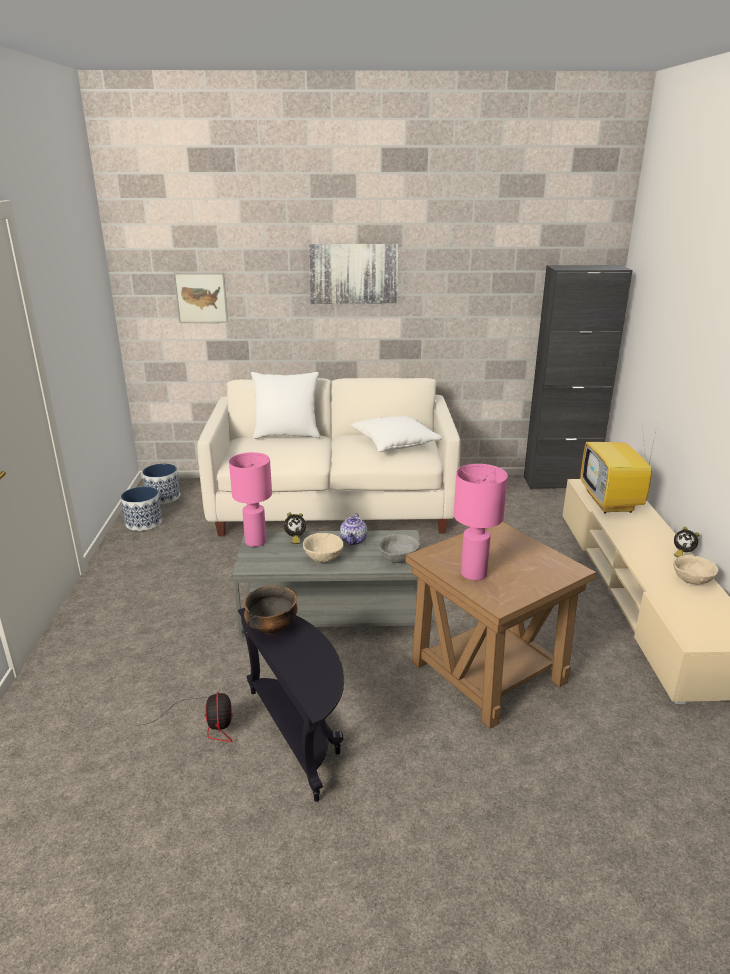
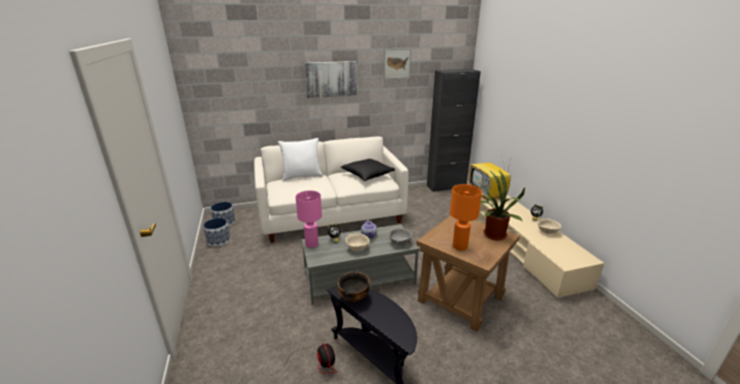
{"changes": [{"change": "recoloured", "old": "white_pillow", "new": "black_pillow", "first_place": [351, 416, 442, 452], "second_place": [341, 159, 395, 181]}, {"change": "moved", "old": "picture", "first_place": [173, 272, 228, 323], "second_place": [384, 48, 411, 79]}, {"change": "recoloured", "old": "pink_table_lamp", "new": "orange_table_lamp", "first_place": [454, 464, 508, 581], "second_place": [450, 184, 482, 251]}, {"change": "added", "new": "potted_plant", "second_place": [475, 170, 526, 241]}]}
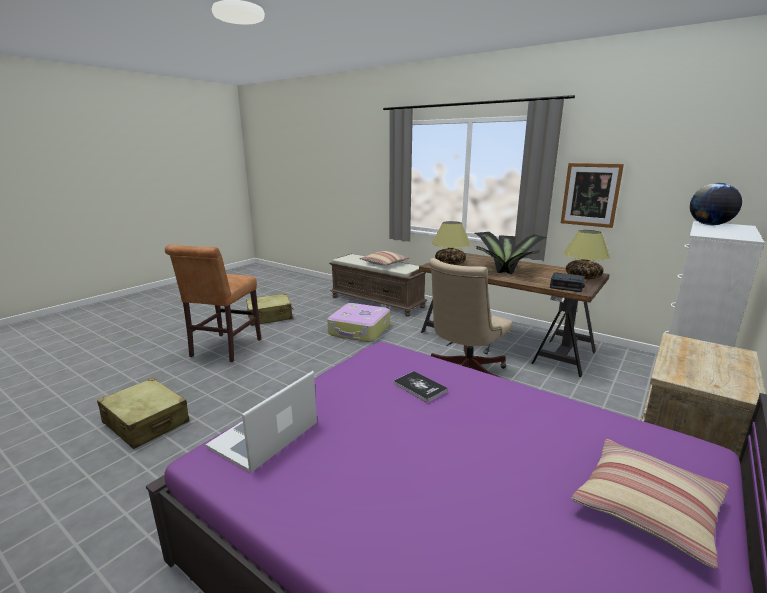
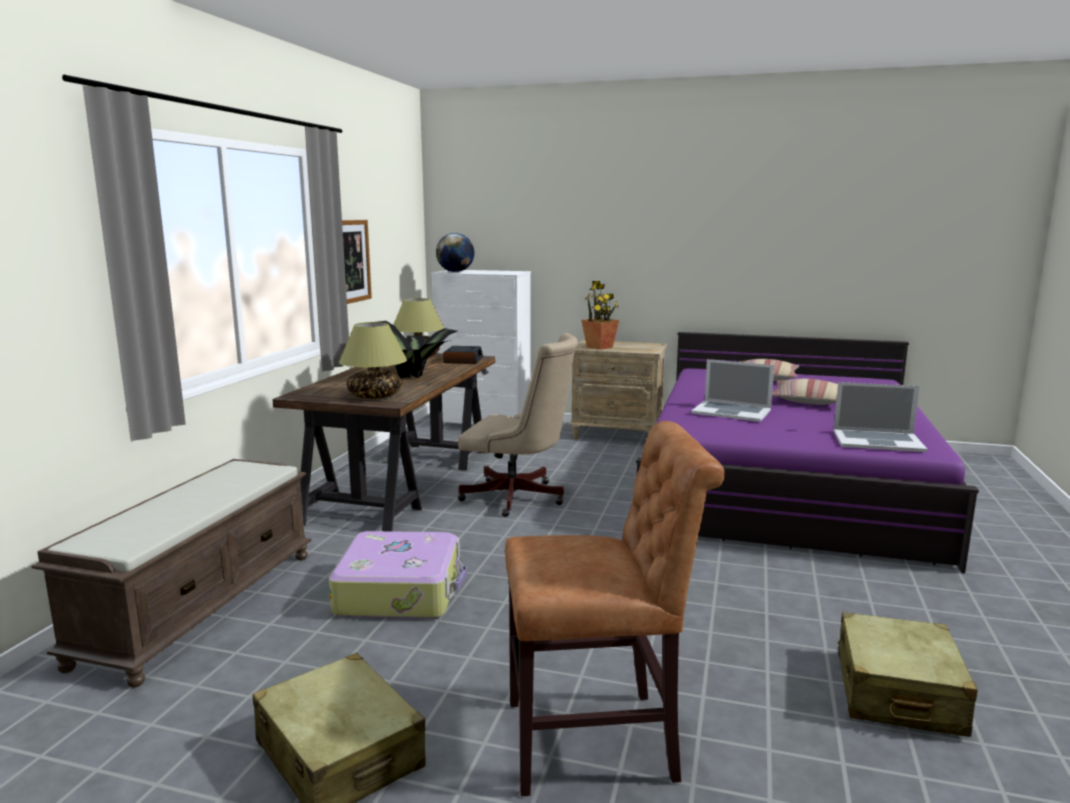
{"changes": [{"change": "added", "new": "potted_plant", "second_place": [581, 281, 619, 350]}, {"change": "replaced", "old": "book", "new": "laptop", "first_place": [393, 371, 448, 403], "second_place": [691, 359, 774, 422]}, {"change": "moved", "old": "pillow", "first_place": [360, 251, 410, 265], "second_place": [772, 379, 838, 405]}]}
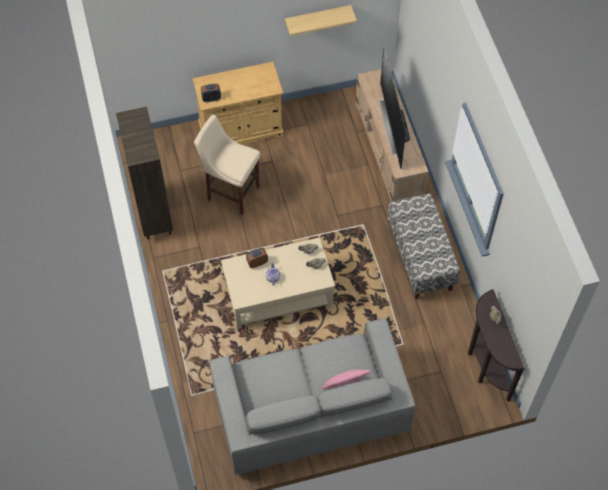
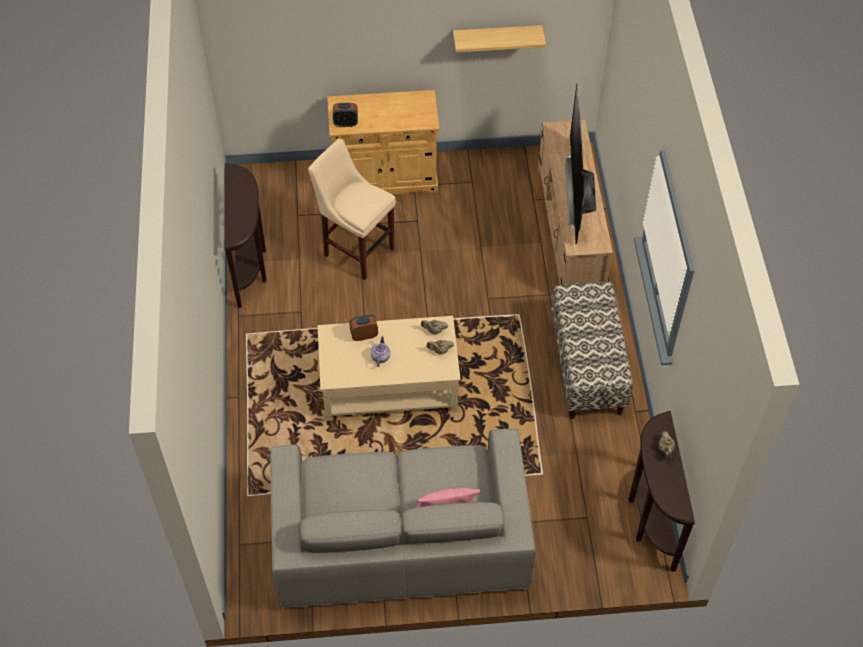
{"changes": [{"change": "replaced", "old": "brown_bookcase", "new": "brown_console_table", "first_place": [116, 107, 173, 240], "second_place": [224, 163, 267, 308]}]}
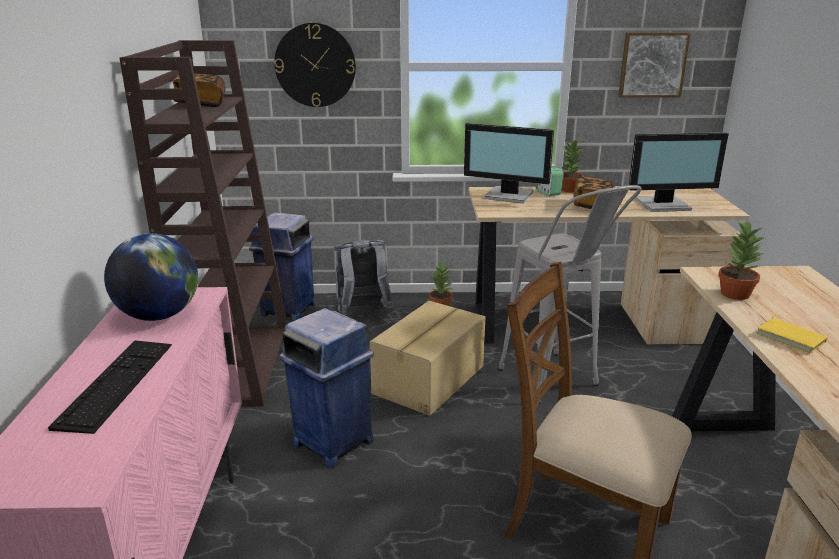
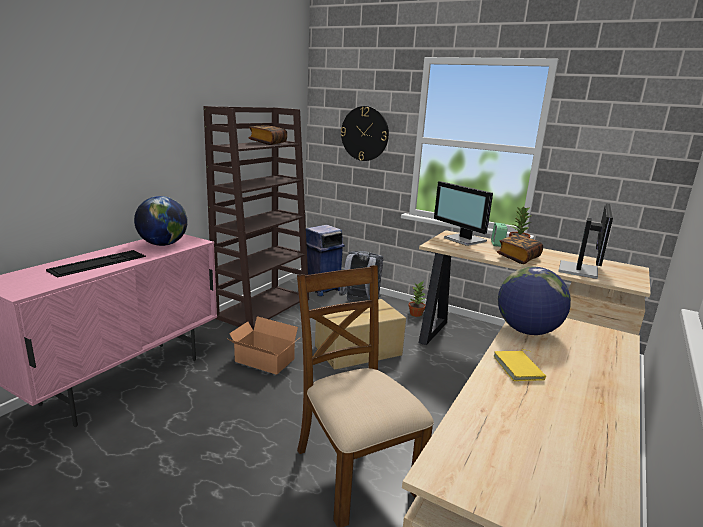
{"changes": [{"change": "replaced", "old": "blue_trash_can", "new": "cardboard_box", "first_place": [279, 308, 374, 468], "second_place": [228, 316, 302, 375]}, {"change": "replaced", "old": "potted_plant", "new": "globe", "first_place": [718, 220, 767, 300], "second_place": [498, 267, 571, 335]}, {"change": "turned", "old": "monitor", "first_place": [629, 132, 729, 212], "second_place": [558, 203, 613, 279], "degrees": -90}, {"change": "removed", "old": "grey_stool", "first_place": [498, 185, 642, 404]}, {"change": "removed", "old": "picture", "first_place": [618, 32, 691, 98]}]}
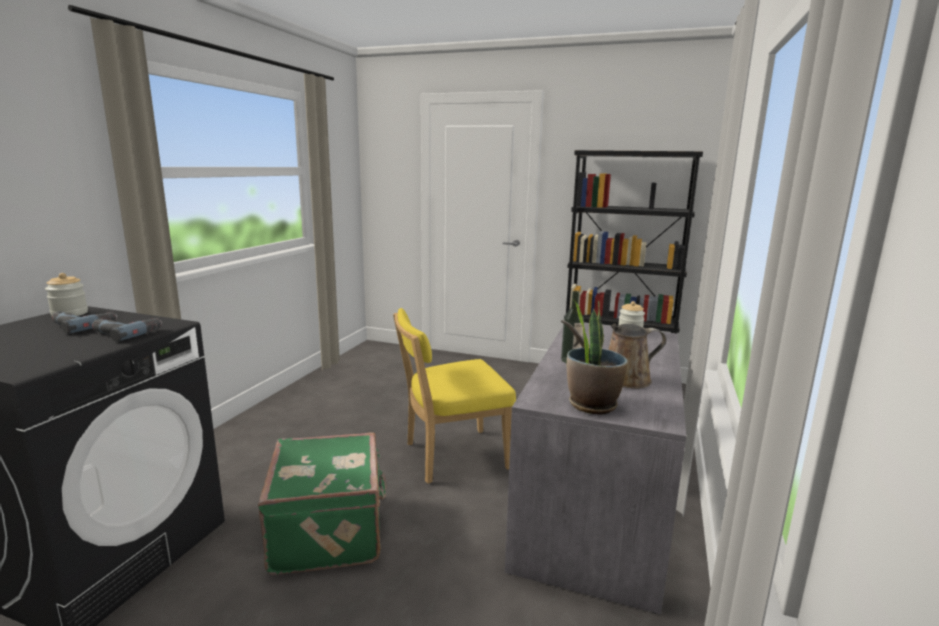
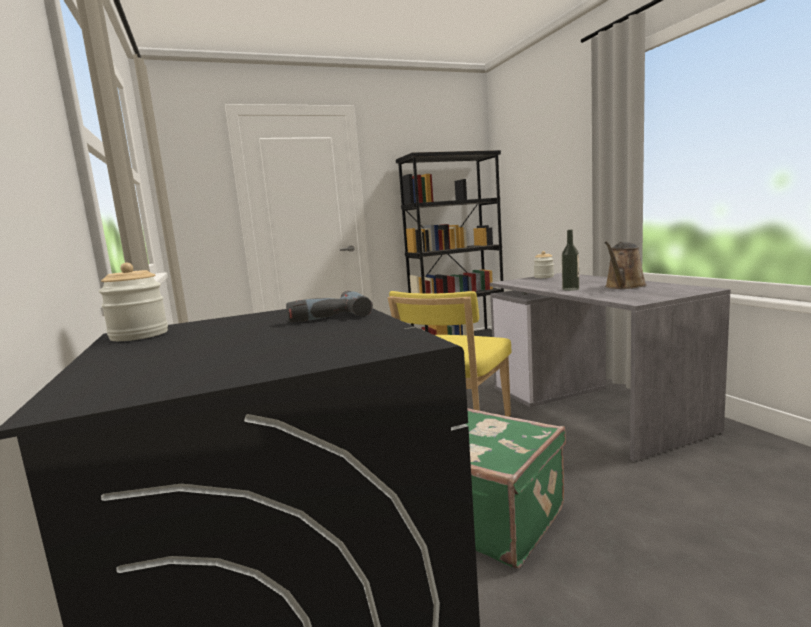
{"changes": [{"change": "removed", "old": "power_drill", "first_place": [52, 311, 118, 334]}, {"change": "removed", "old": "potted_plant", "first_place": [567, 300, 628, 415]}]}
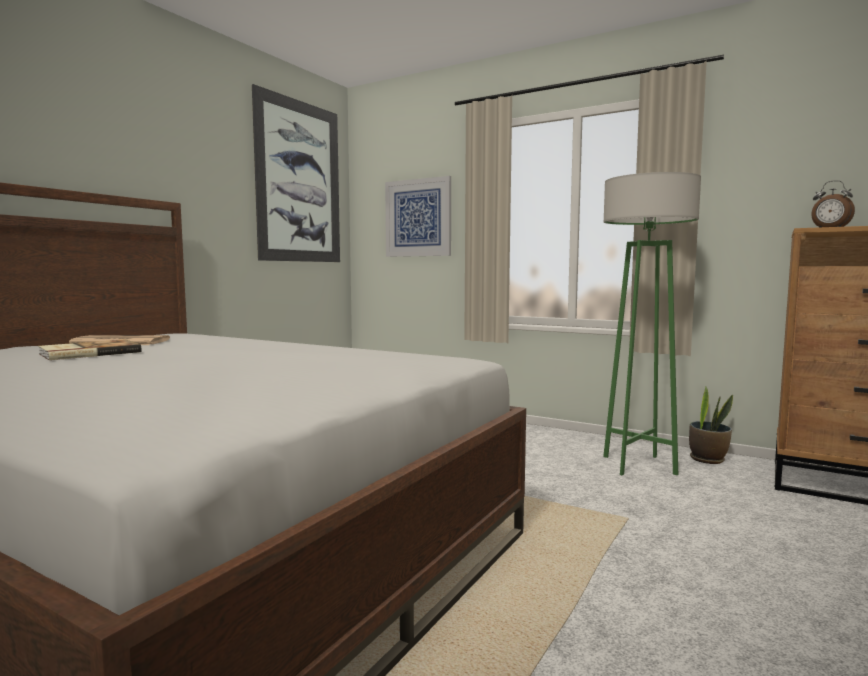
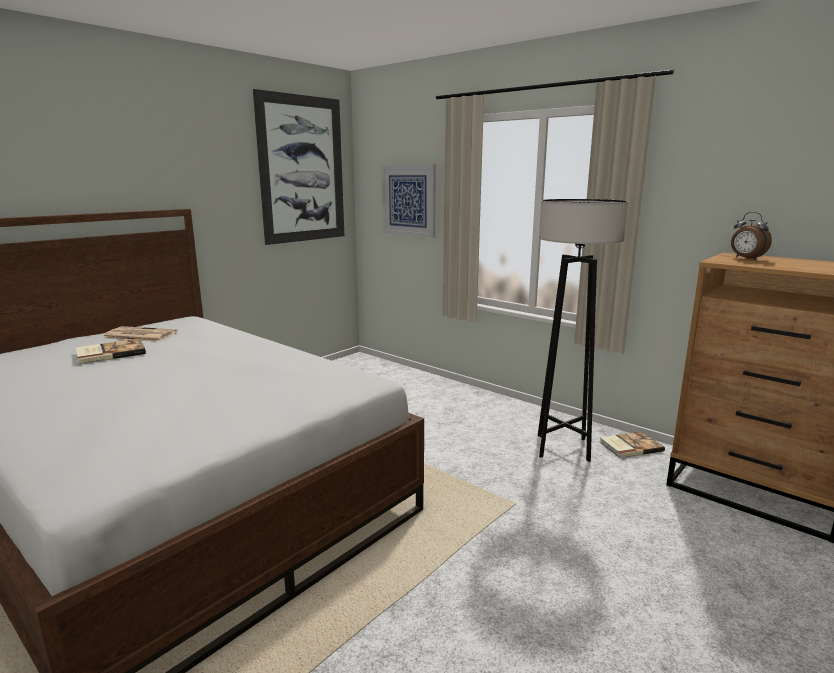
{"changes": [{"change": "recoloured", "old": "green_floor_lamp", "new": "black_floor_lamp", "first_place": [603, 172, 701, 475], "second_place": [538, 199, 628, 462]}, {"change": "replaced", "old": "potted_plant", "new": "book", "first_place": [689, 386, 733, 464], "second_place": [600, 431, 665, 458]}]}
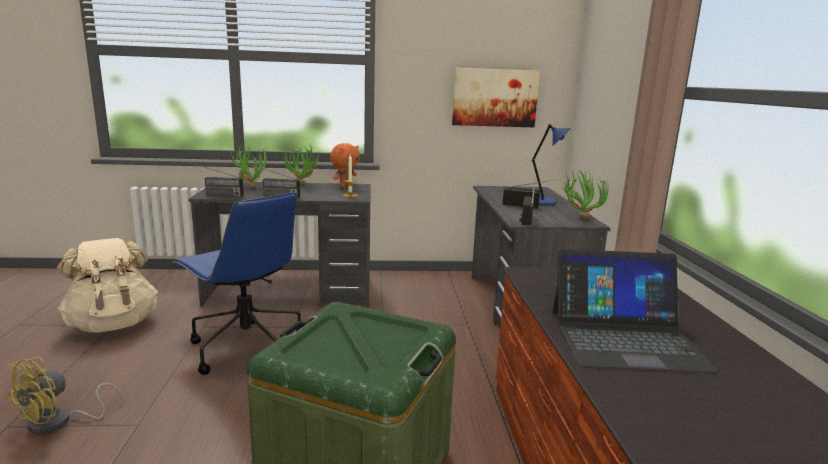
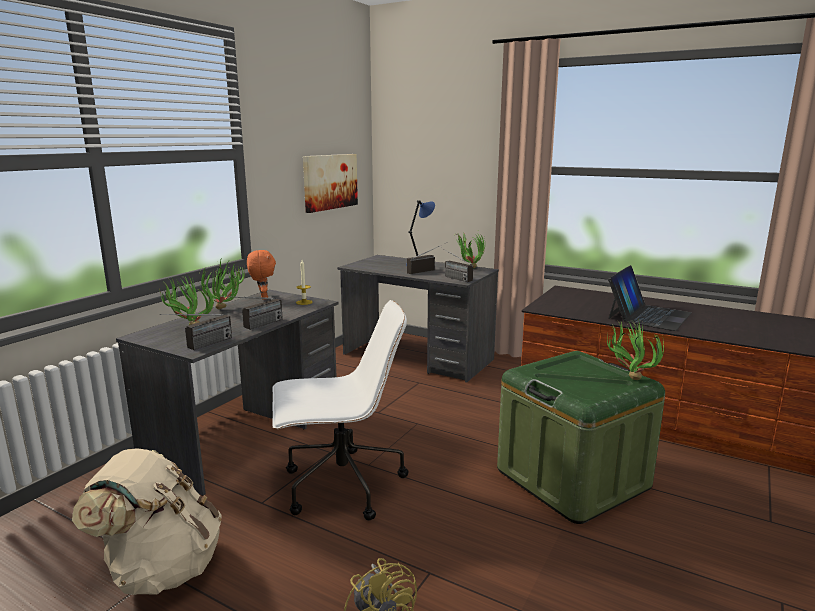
{"changes": [{"change": "recoloured", "old": "blue_office_chair", "new": "white_office_chair", "first_place": [173, 192, 302, 375], "second_place": [272, 300, 409, 521]}, {"change": "added", "new": "potted_plant", "second_place": [607, 319, 664, 380]}]}
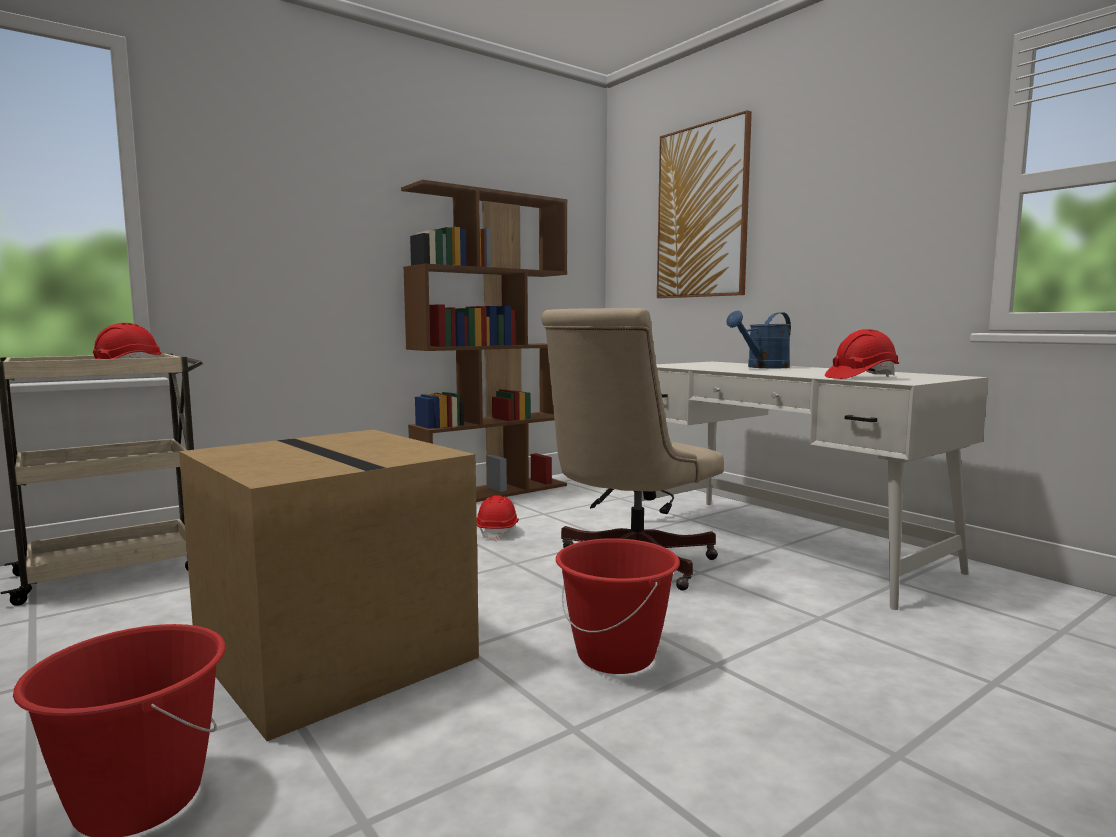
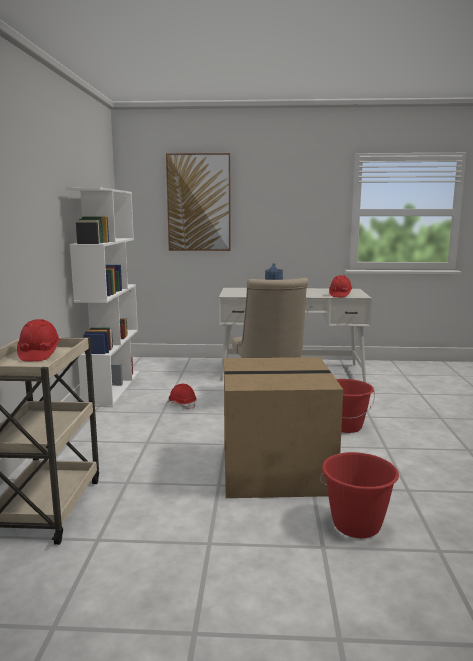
{"changes": [{"change": "recoloured", "old": "brown_bookcase", "new": "white_bookcase", "first_place": [401, 180, 567, 502], "second_place": [66, 187, 140, 407]}]}
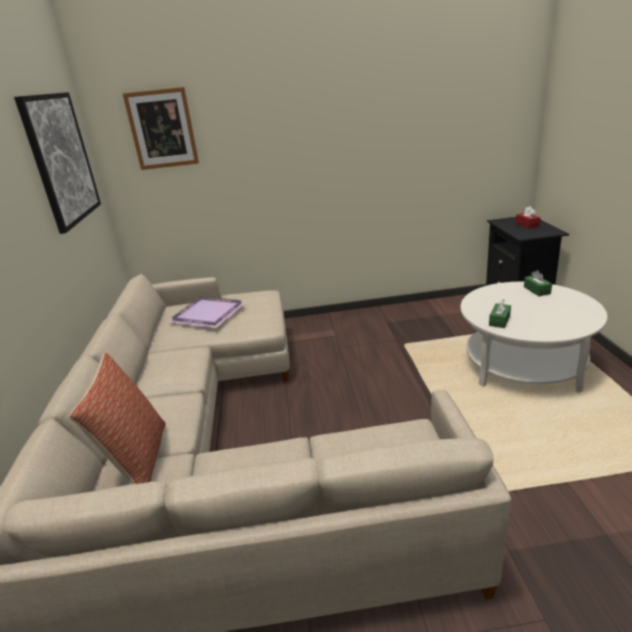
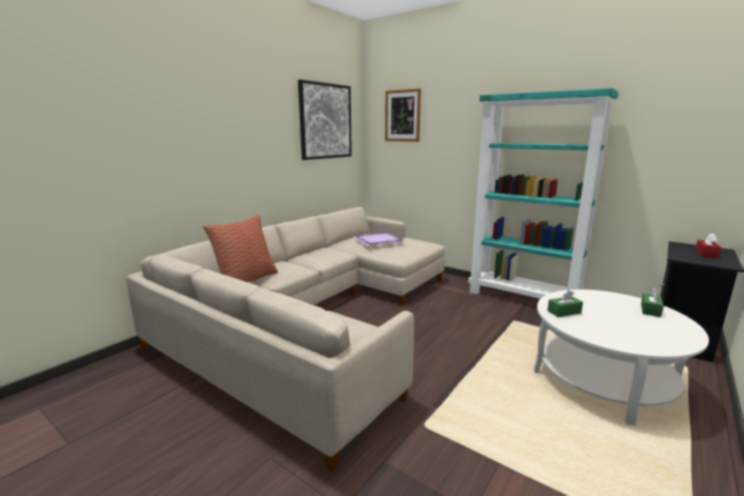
{"changes": [{"change": "added", "new": "turquoise_bookcase", "second_place": [468, 88, 619, 299]}]}
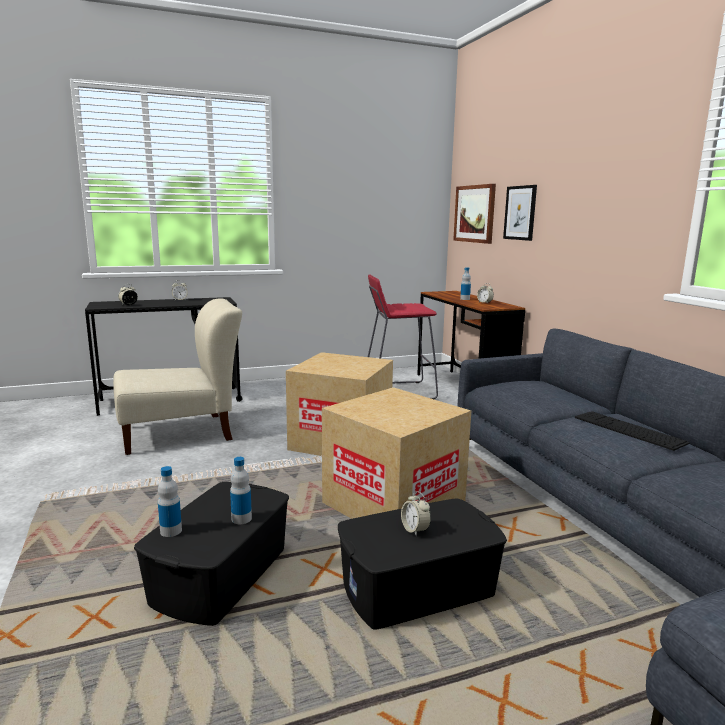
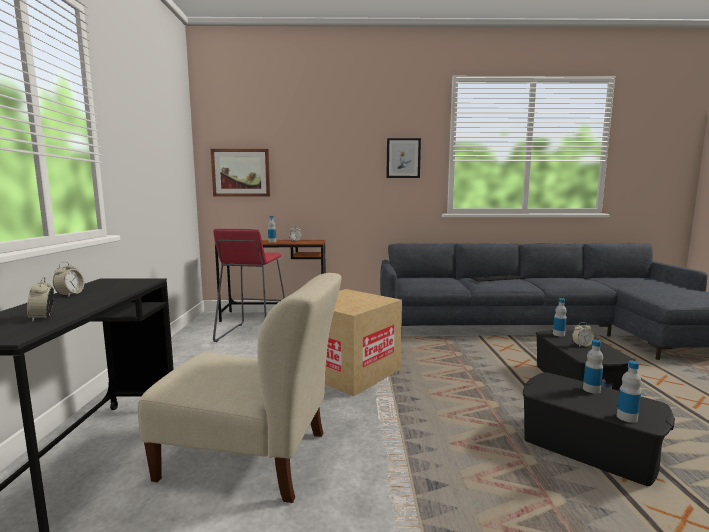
{"changes": [{"change": "turned", "old": "beige_chair", "first_place": [113, 299, 242, 455], "second_place": [138, 273, 341, 503], "degrees": 105}, {"change": "moved", "old": "picture", "first_place": [503, 185, 537, 241], "second_place": [386, 138, 421, 178]}, {"change": "added", "new": "bottle", "second_place": [553, 298, 567, 337]}, {"change": "removed", "old": "cardboard_box", "first_place": [322, 387, 471, 519]}]}
